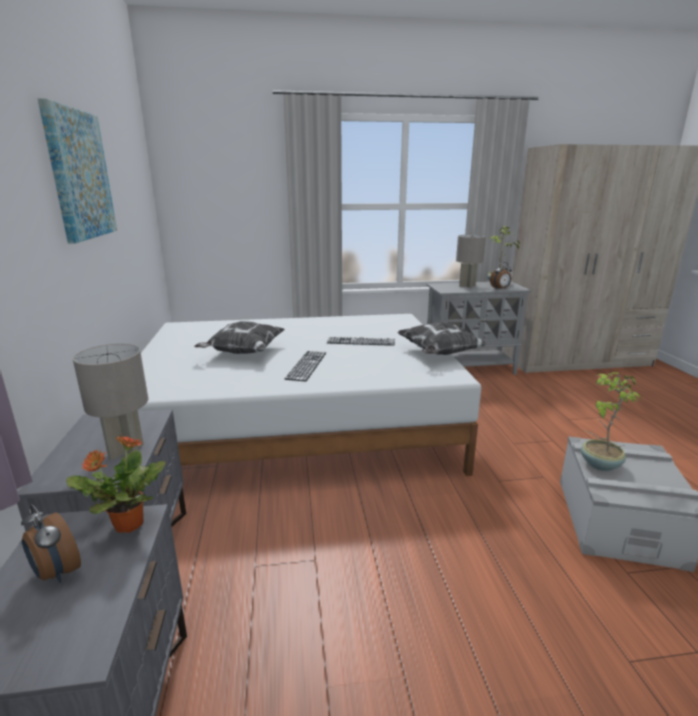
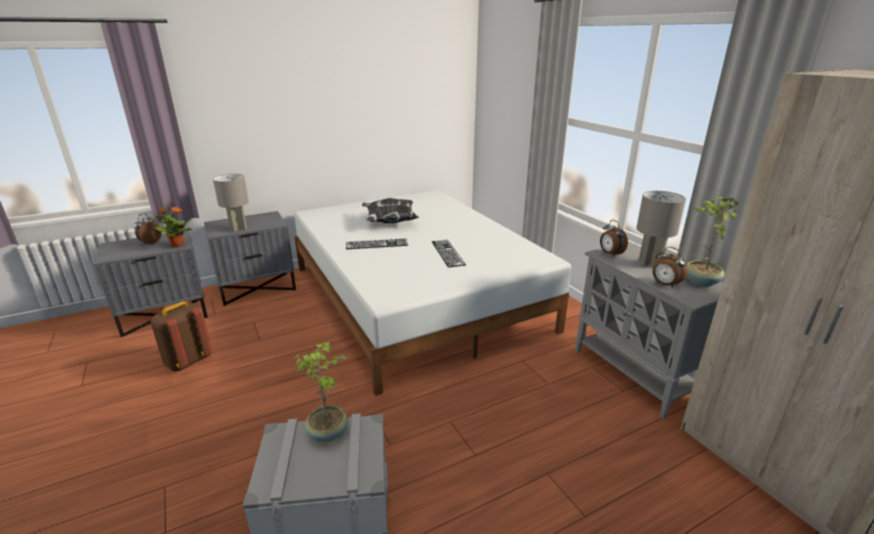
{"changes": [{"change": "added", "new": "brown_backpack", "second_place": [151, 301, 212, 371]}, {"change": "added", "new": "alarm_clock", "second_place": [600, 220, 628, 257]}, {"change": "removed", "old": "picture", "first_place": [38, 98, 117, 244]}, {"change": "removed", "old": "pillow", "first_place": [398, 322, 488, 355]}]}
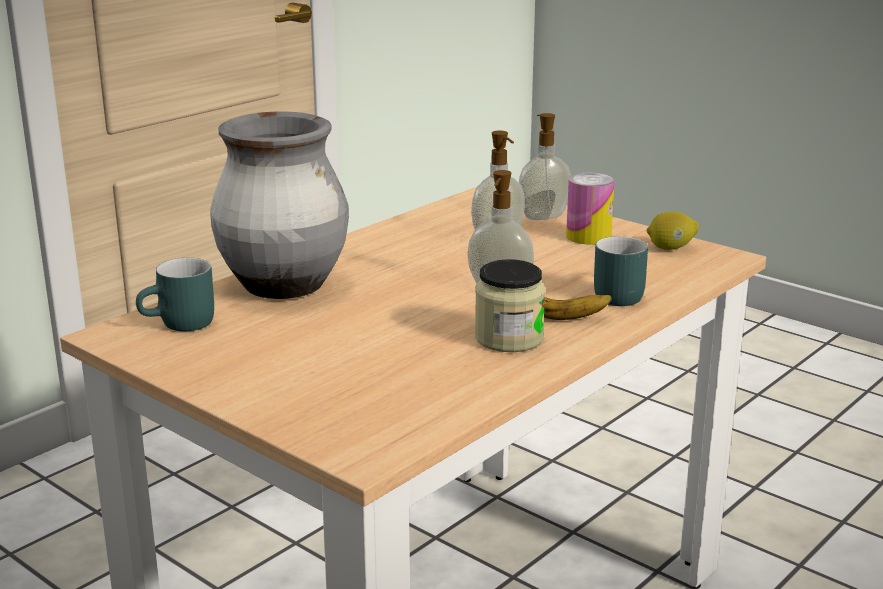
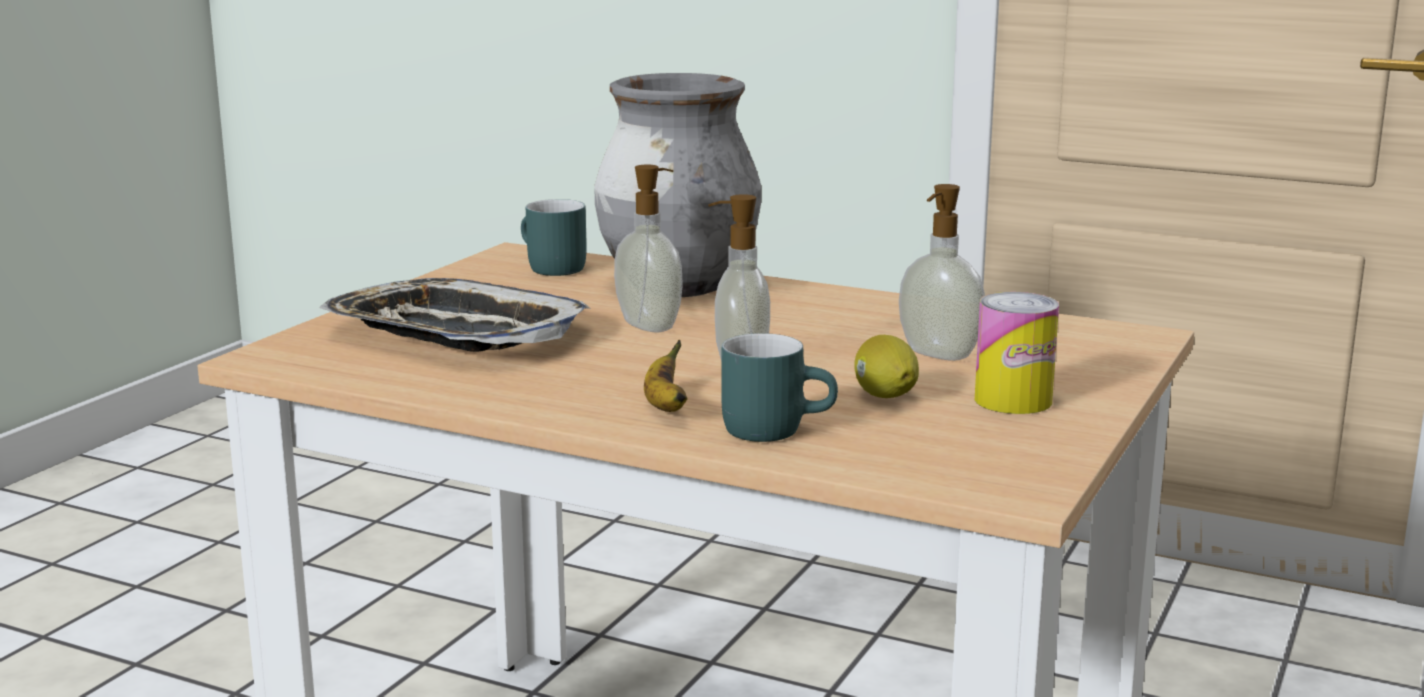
{"changes": [{"change": "added", "new": "tray", "second_place": [319, 278, 591, 352]}, {"change": "moved", "old": "soap_dispenser", "first_place": [519, 113, 571, 220], "second_place": [614, 165, 683, 332]}, {"change": "moved", "old": "lemon", "first_place": [647, 212, 699, 250], "second_place": [855, 335, 919, 398]}, {"change": "removed", "old": "jar", "first_place": [475, 259, 545, 352]}]}
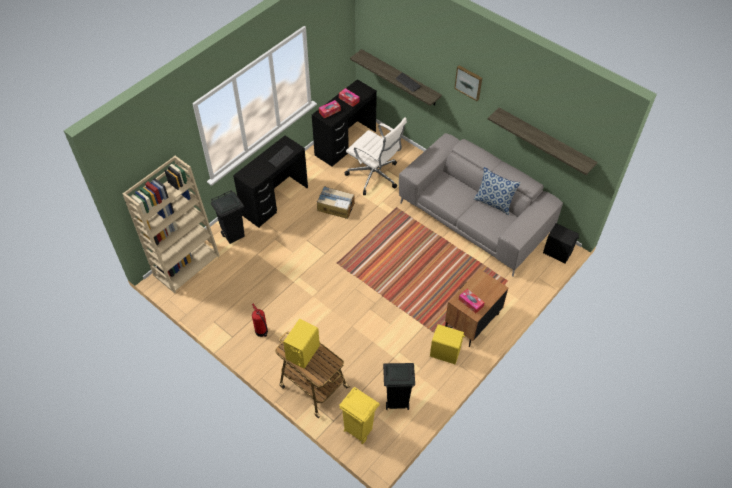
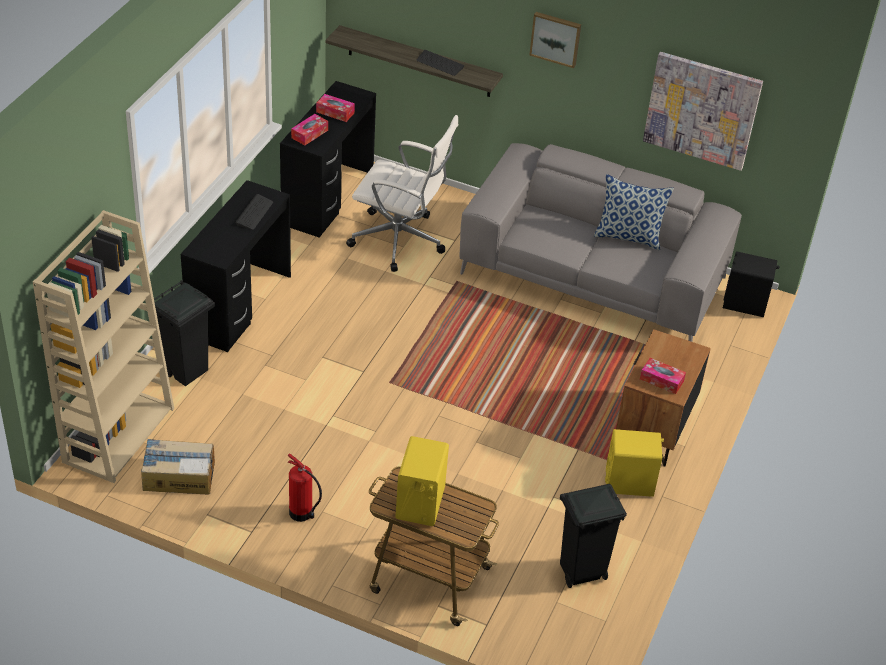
{"changes": [{"change": "moved", "old": "cardboard_box", "first_place": [317, 186, 354, 219], "second_place": [141, 439, 215, 495]}, {"change": "replaced", "old": "shelf", "new": "picture", "first_place": [488, 108, 598, 175], "second_place": [643, 52, 763, 171]}, {"change": "removed", "old": "yellow_trash_can", "first_place": [339, 387, 380, 444]}]}
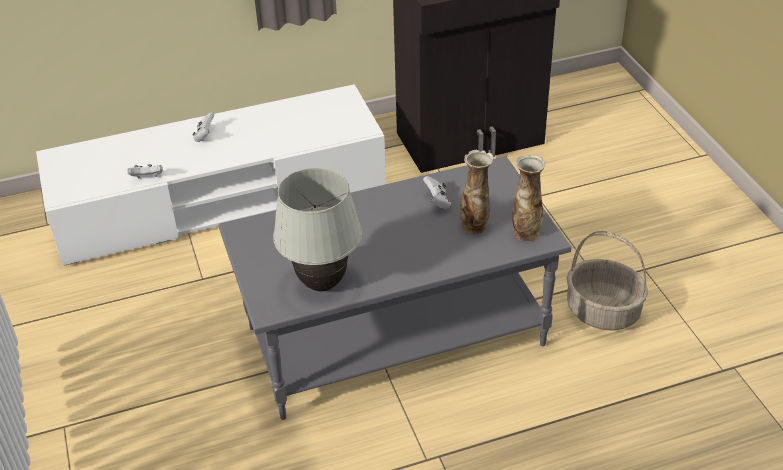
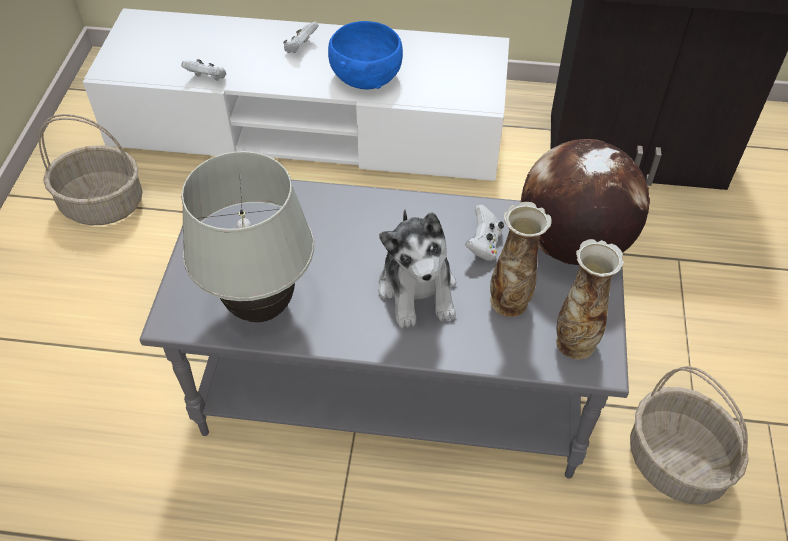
{"changes": [{"change": "added", "new": "basket", "second_place": [39, 114, 142, 225]}, {"change": "added", "new": "blue_bowl", "second_place": [328, 21, 403, 89]}, {"change": "added", "new": "plush_toy", "second_place": [378, 209, 456, 329]}, {"change": "added", "new": "globe", "second_place": [521, 139, 650, 265]}]}
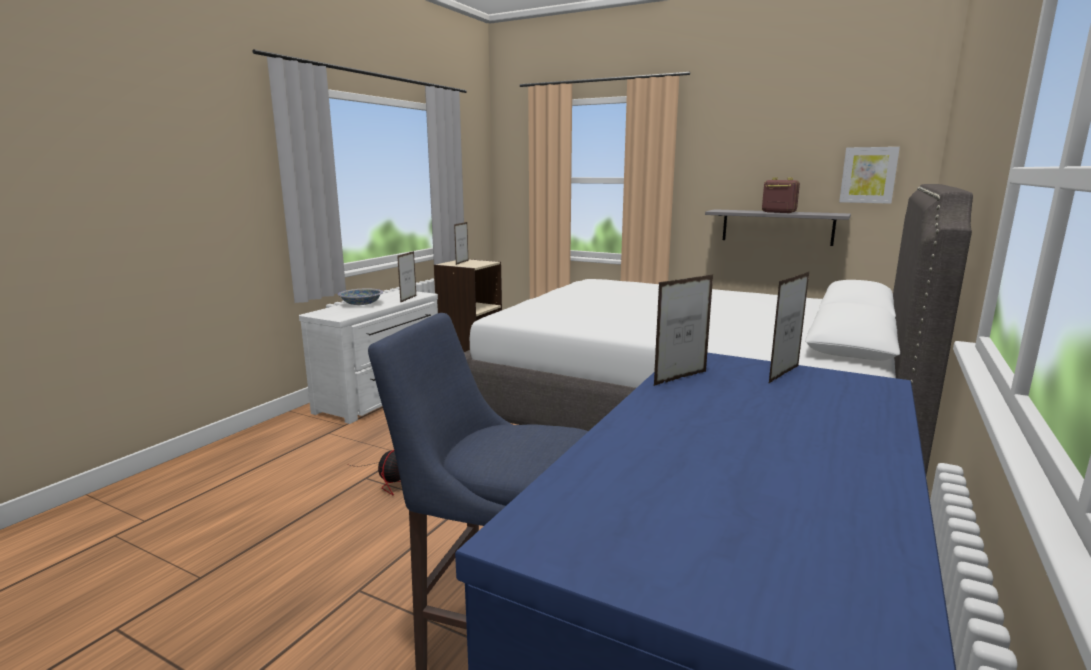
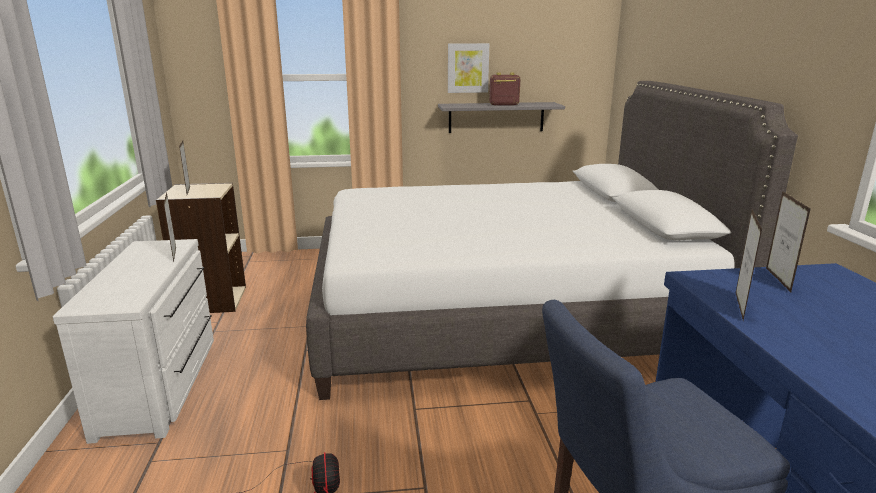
{"changes": [{"change": "moved", "old": "picture", "first_place": [839, 147, 900, 204], "second_place": [448, 43, 489, 93]}, {"change": "removed", "old": "bowl", "first_place": [338, 289, 383, 305]}]}
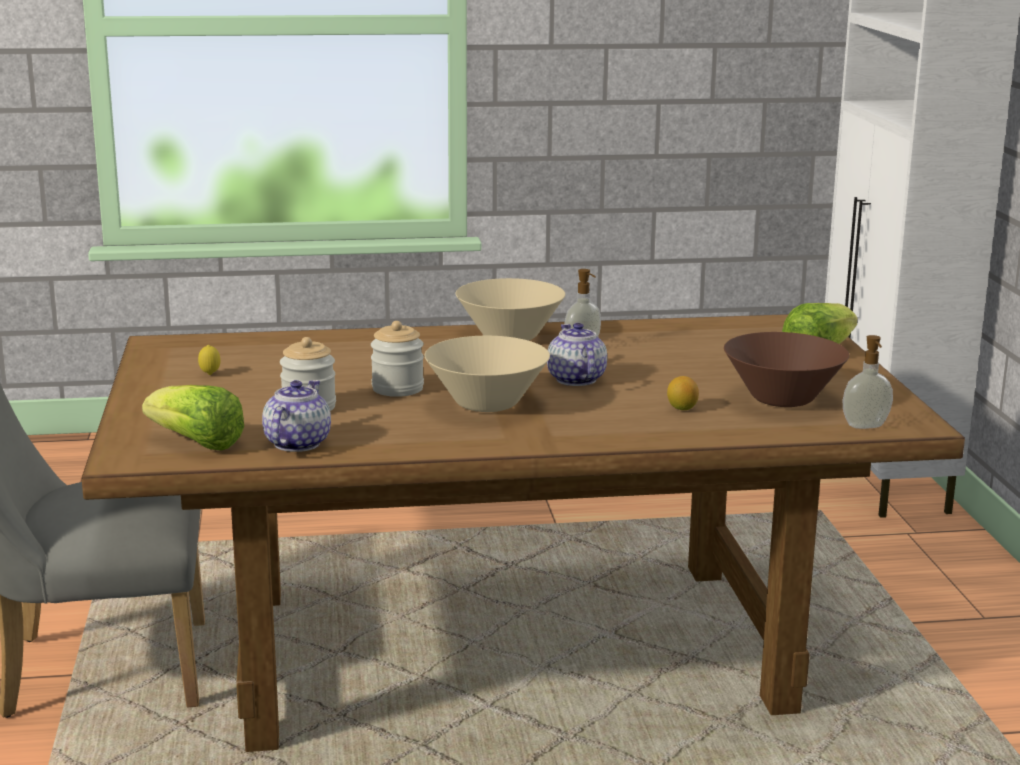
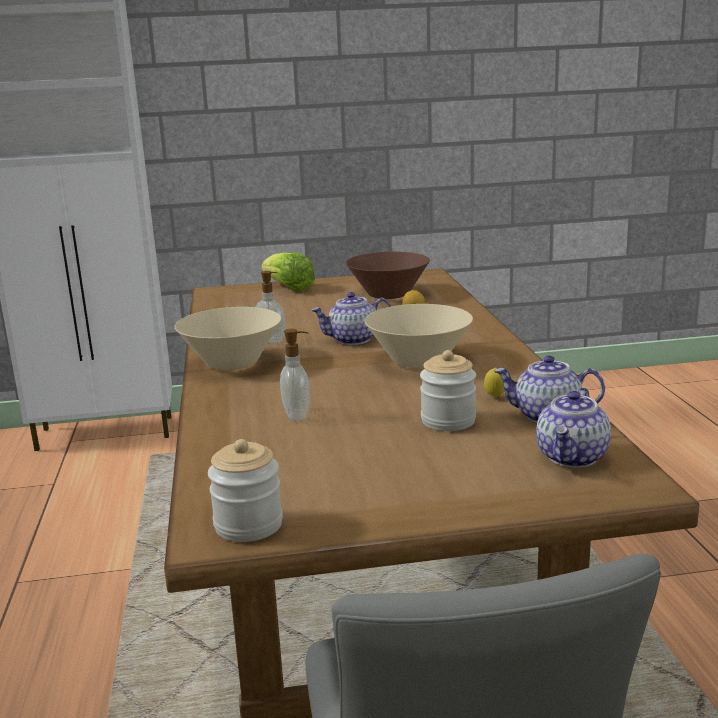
{"changes": [{"change": "moved", "old": "jar", "first_place": [371, 321, 424, 397], "second_place": [208, 439, 283, 542]}, {"change": "moved", "old": "soap_dispenser", "first_place": [842, 335, 893, 429], "second_place": [280, 329, 310, 421]}, {"change": "moved", "old": "lemon", "first_place": [198, 345, 220, 375], "second_place": [484, 368, 505, 398]}, {"change": "replaced", "old": "lettuce", "new": "teapot", "first_place": [142, 385, 244, 451], "second_place": [536, 387, 611, 468]}]}
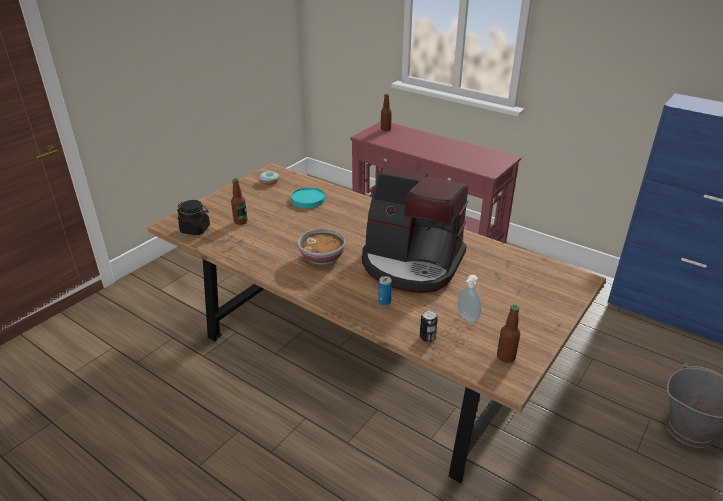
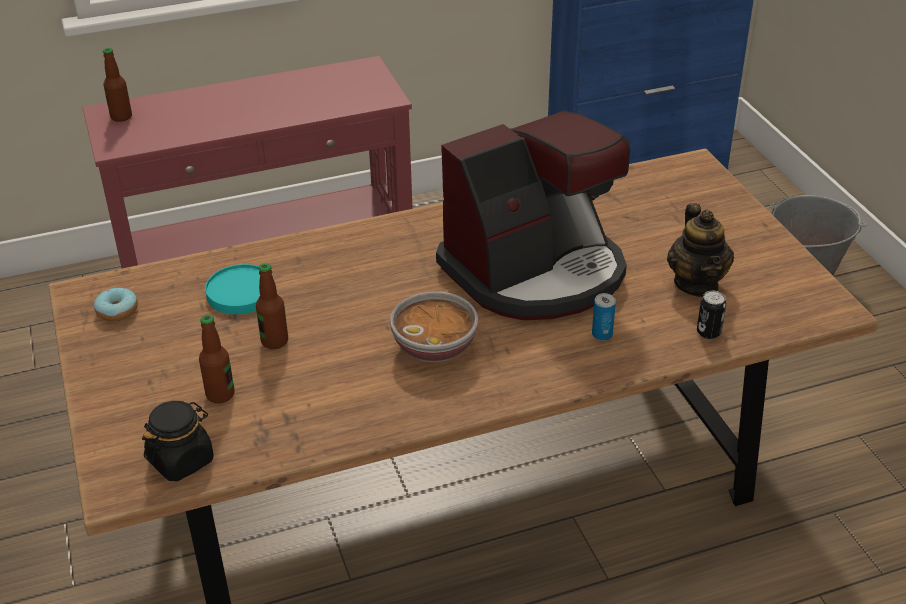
{"changes": [{"change": "moved", "old": "bottle", "first_place": [497, 305, 520, 363], "second_place": [256, 263, 288, 349]}, {"change": "replaced", "old": "soap_dispenser", "new": "teapot", "first_place": [458, 275, 481, 323], "second_place": [667, 203, 734, 297]}]}
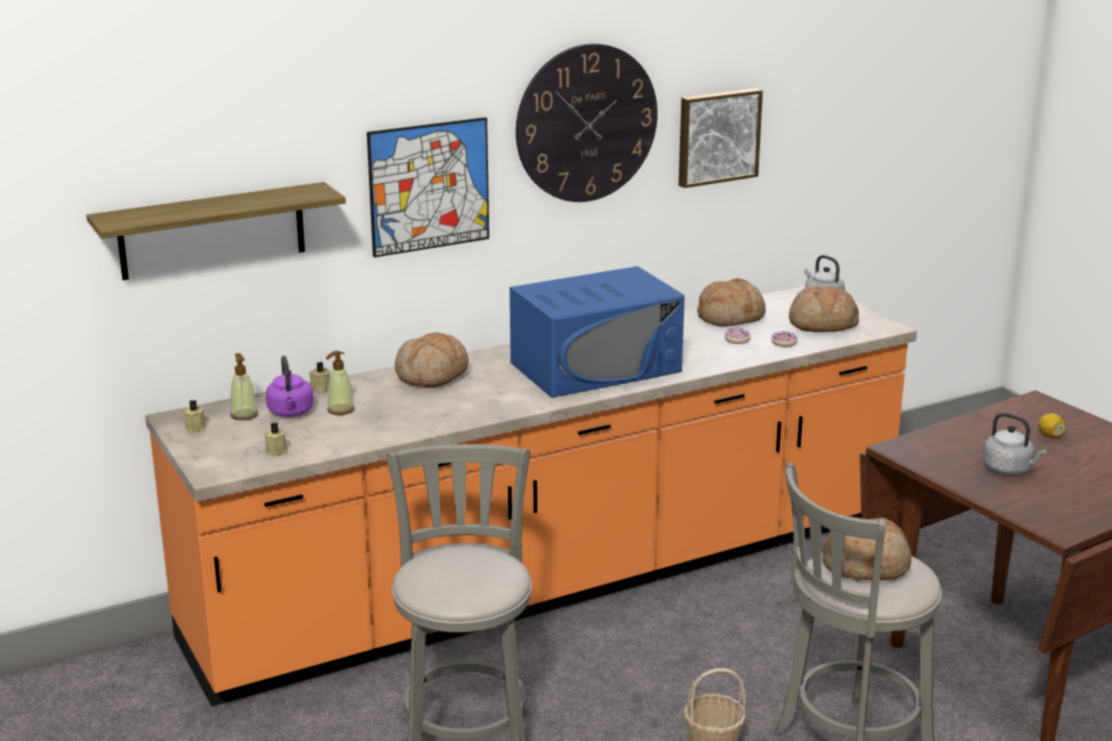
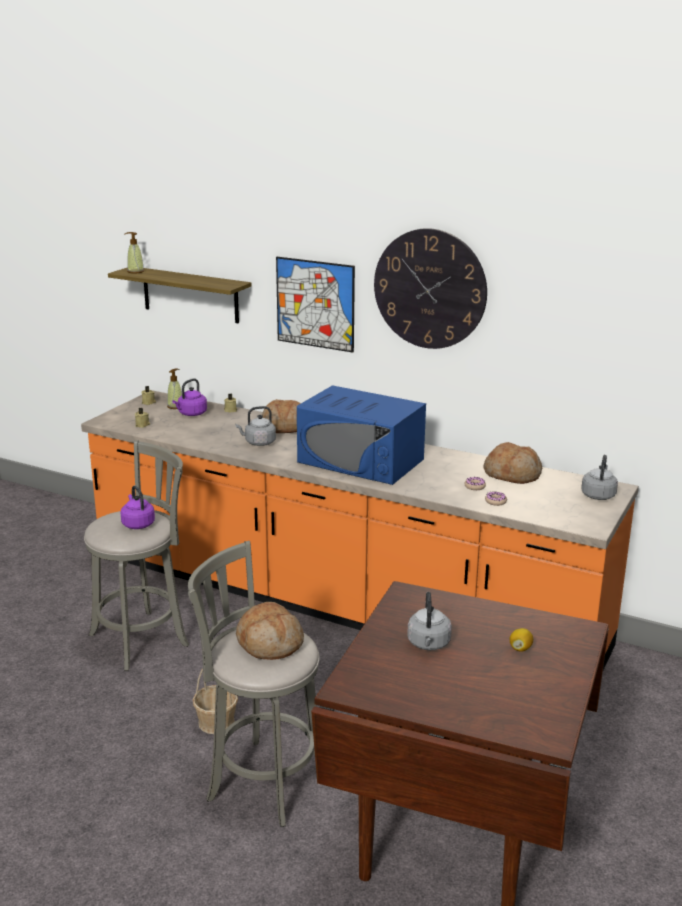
{"changes": [{"change": "added", "new": "purple_kettle", "second_place": [120, 486, 155, 529]}, {"change": "moved", "old": "soap_dispenser", "first_place": [326, 351, 355, 415], "second_place": [124, 232, 144, 274]}, {"change": "added", "new": "grey_kettle", "second_place": [236, 406, 276, 446]}, {"change": "removed", "old": "picture", "first_place": [679, 88, 763, 188]}, {"change": "removed", "old": "bread", "first_place": [789, 286, 859, 332]}]}
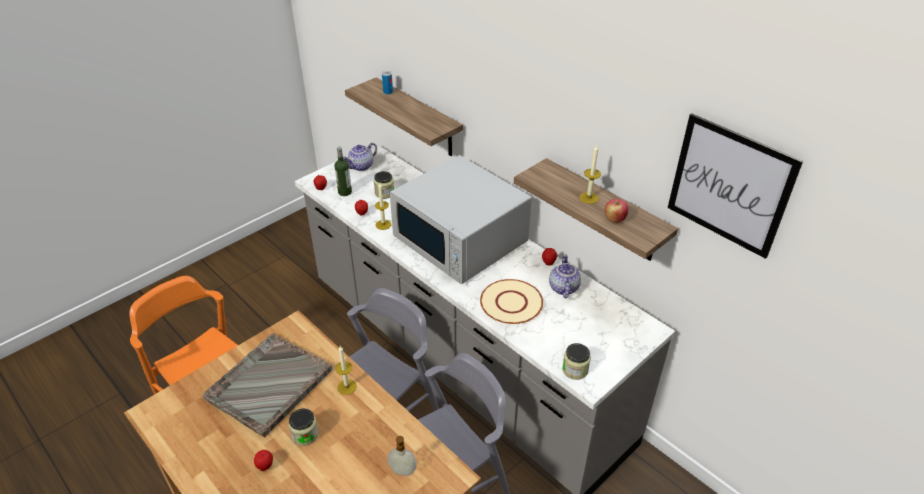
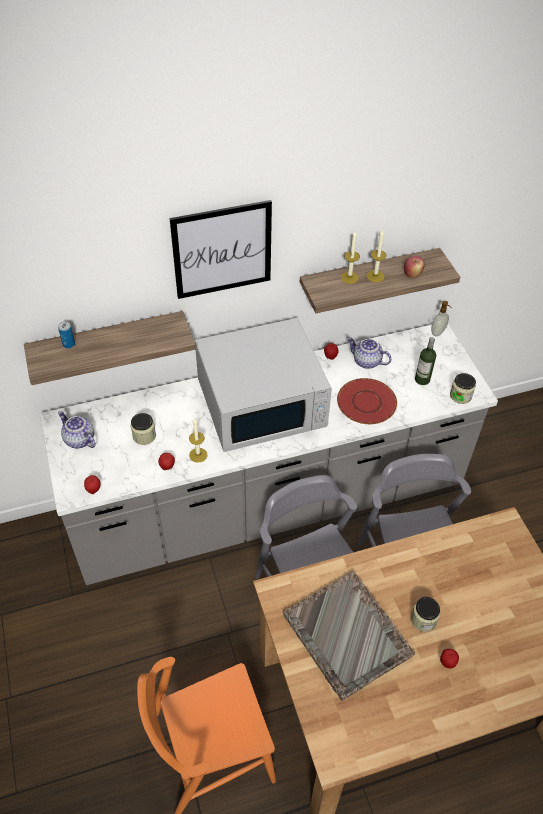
{"changes": [{"change": "turned", "old": "teapot", "first_place": [343, 143, 377, 171], "second_place": [58, 411, 96, 448], "degrees": 150}, {"change": "moved", "old": "picture", "first_place": [668, 113, 803, 259], "second_place": [170, 200, 272, 299]}, {"change": "recoloured", "old": "beige_plate", "new": "red_plate", "first_place": [480, 279, 543, 324], "second_place": [337, 378, 397, 424]}, {"change": "moved", "old": "candle", "first_place": [335, 346, 357, 395], "second_place": [341, 231, 360, 284]}, {"change": "moved", "old": "bottle", "first_place": [334, 147, 352, 196], "second_place": [415, 337, 436, 385]}, {"change": "moved", "old": "soap_dispenser", "first_place": [387, 436, 417, 476], "second_place": [431, 301, 452, 337]}]}
